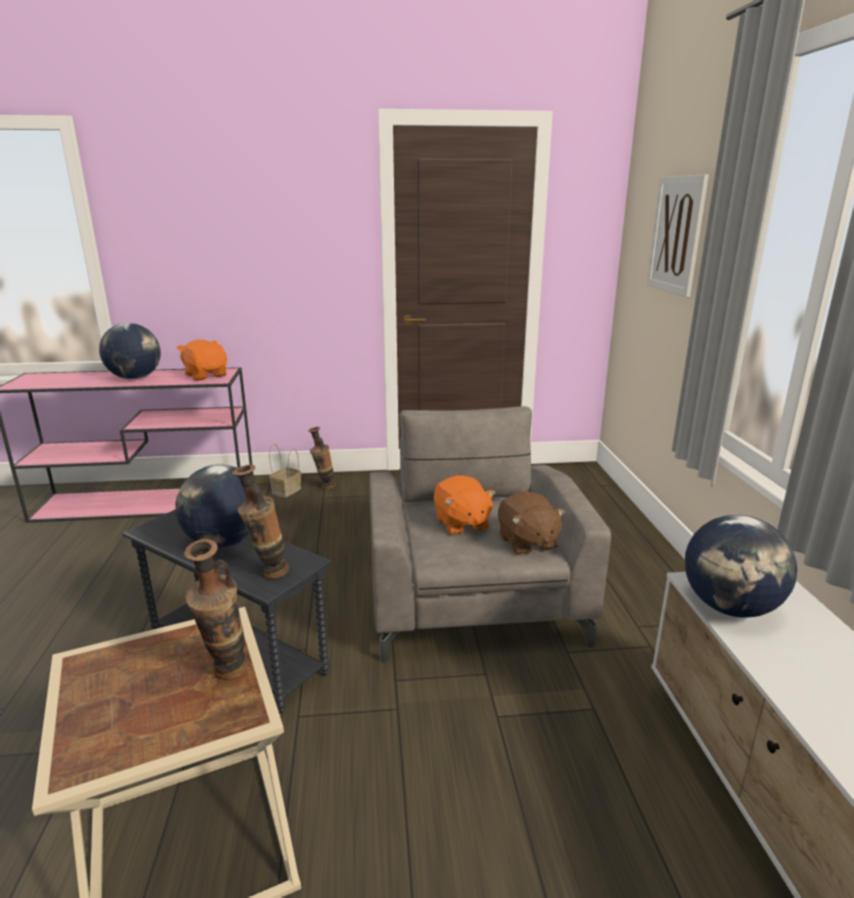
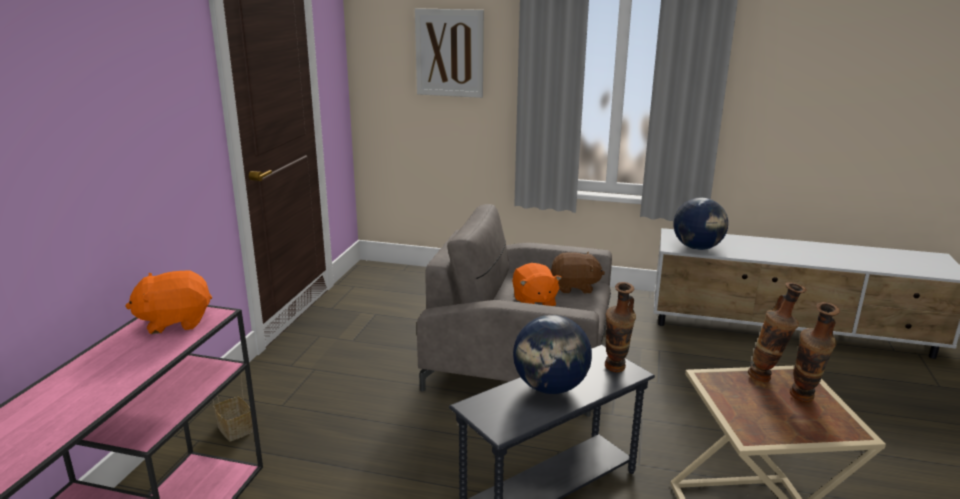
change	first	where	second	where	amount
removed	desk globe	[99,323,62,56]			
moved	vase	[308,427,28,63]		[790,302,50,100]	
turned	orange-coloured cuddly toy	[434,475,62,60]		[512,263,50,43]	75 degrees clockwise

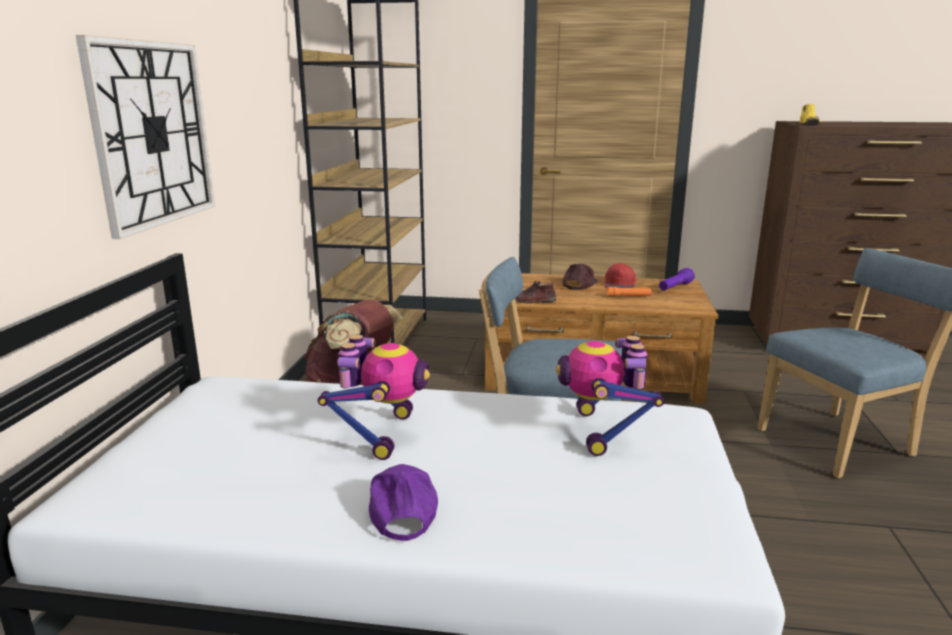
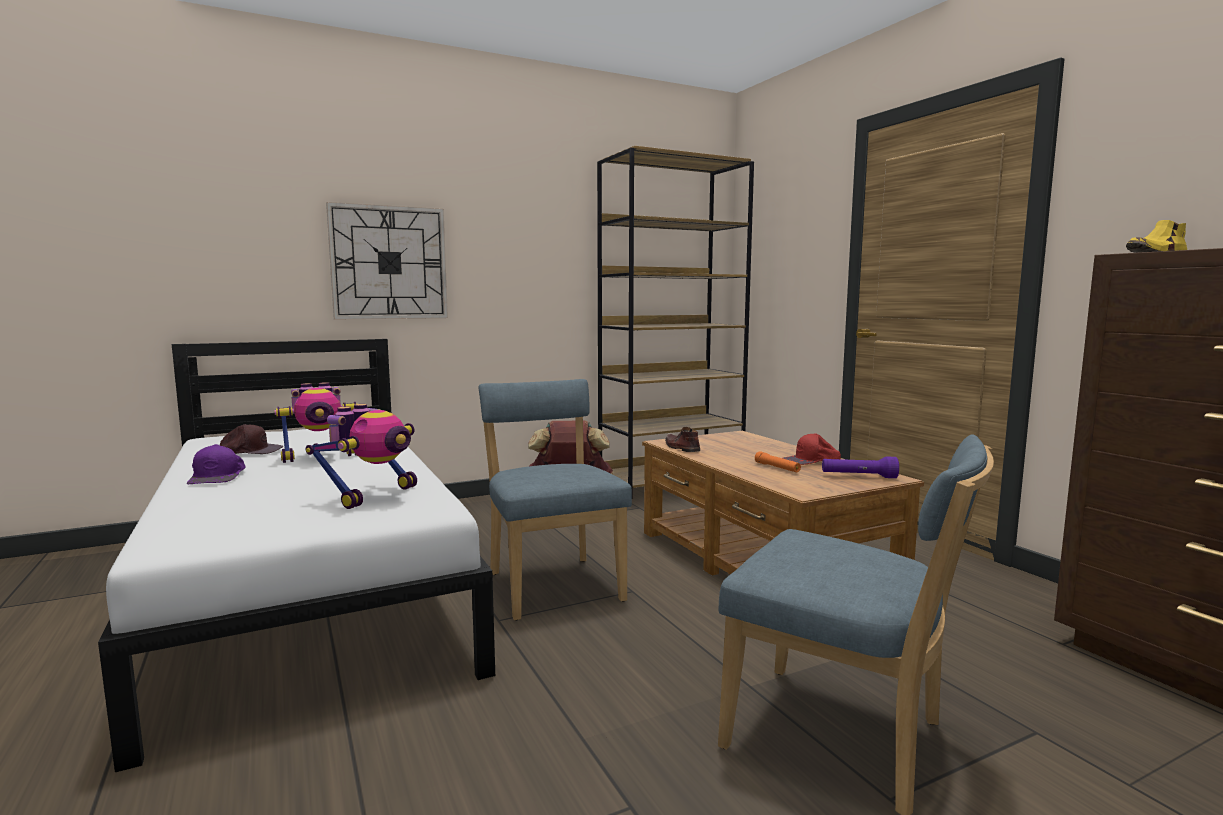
change	first	where	second	where	amount
turned	purple cap	[369,464,69,77]		[187,444,59,40]	120 degrees clockwise
turned	model robot	[556,336,108,120]		[306,404,111,105]	150 degrees clockwise
moved	brown-coloured cap	[562,264,36,26]		[220,424,63,30]	

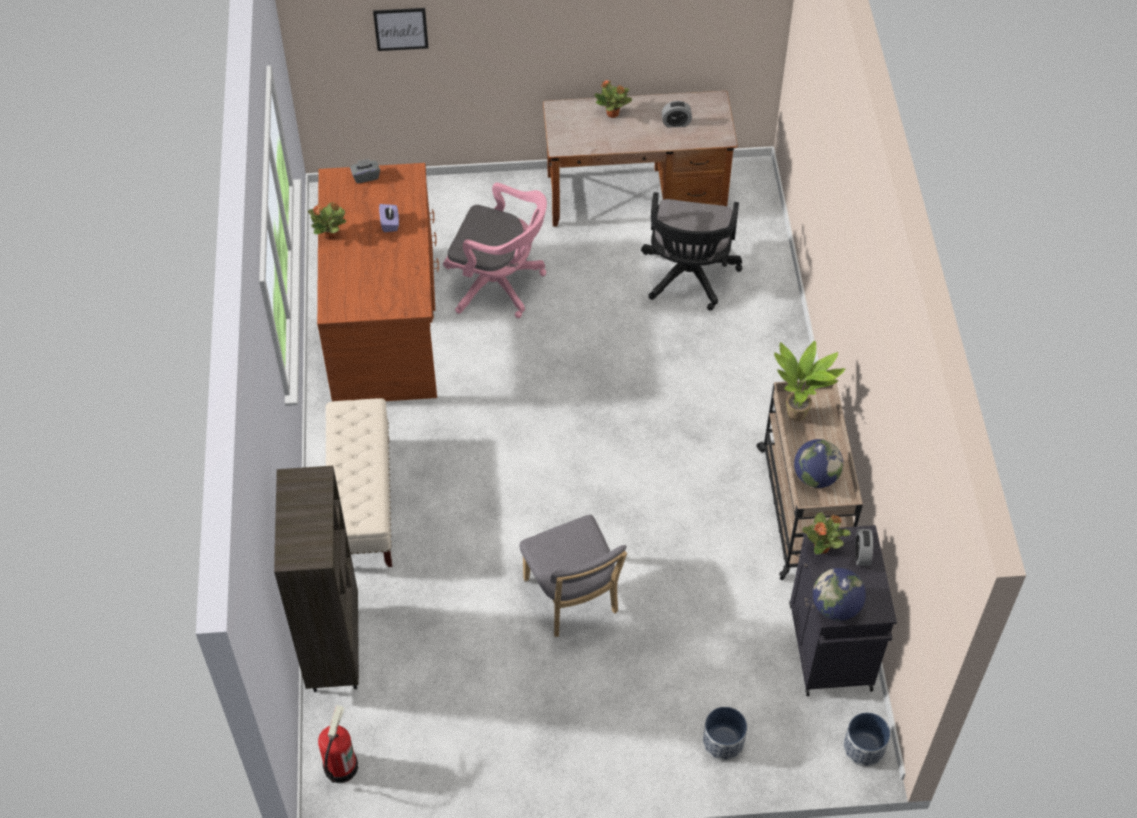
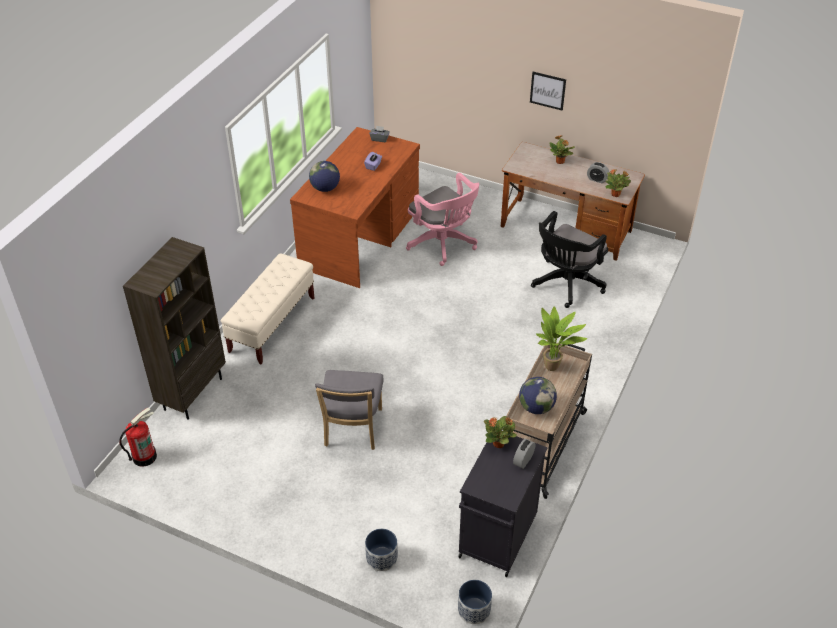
change	first	where	second	where	amount
moved	potted plant	[308,202,39,37]		[605,169,26,28]	
moved	wall picture	[373,8,55,43]		[530,72,36,38]	
moved	desk globe	[813,568,53,53]		[309,161,31,31]	

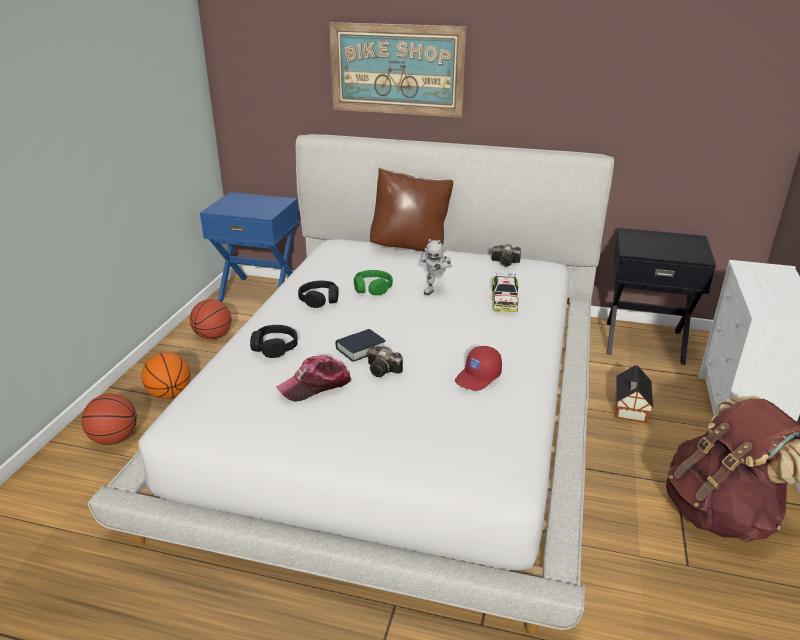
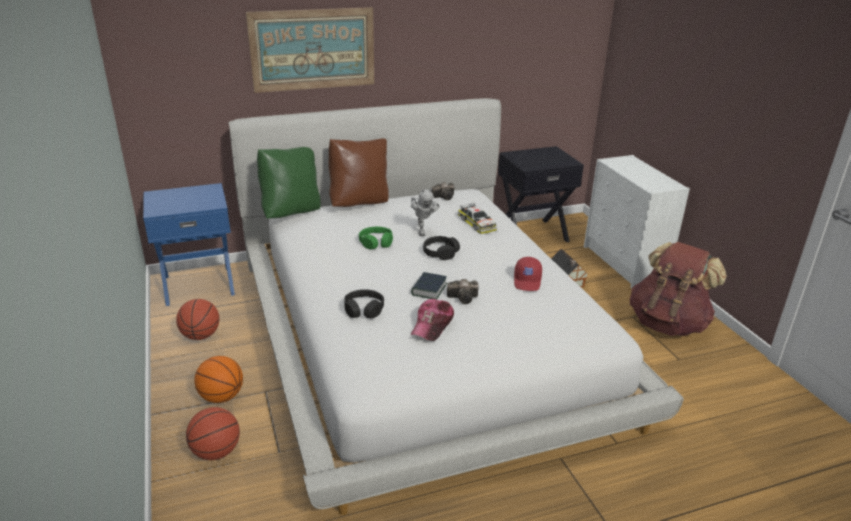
change	first	where	second	where	amount
moved	black-coloured headphones	[298,281,40,27]		[423,236,37,24]	
added			green pillow	[257,147,64,72]	

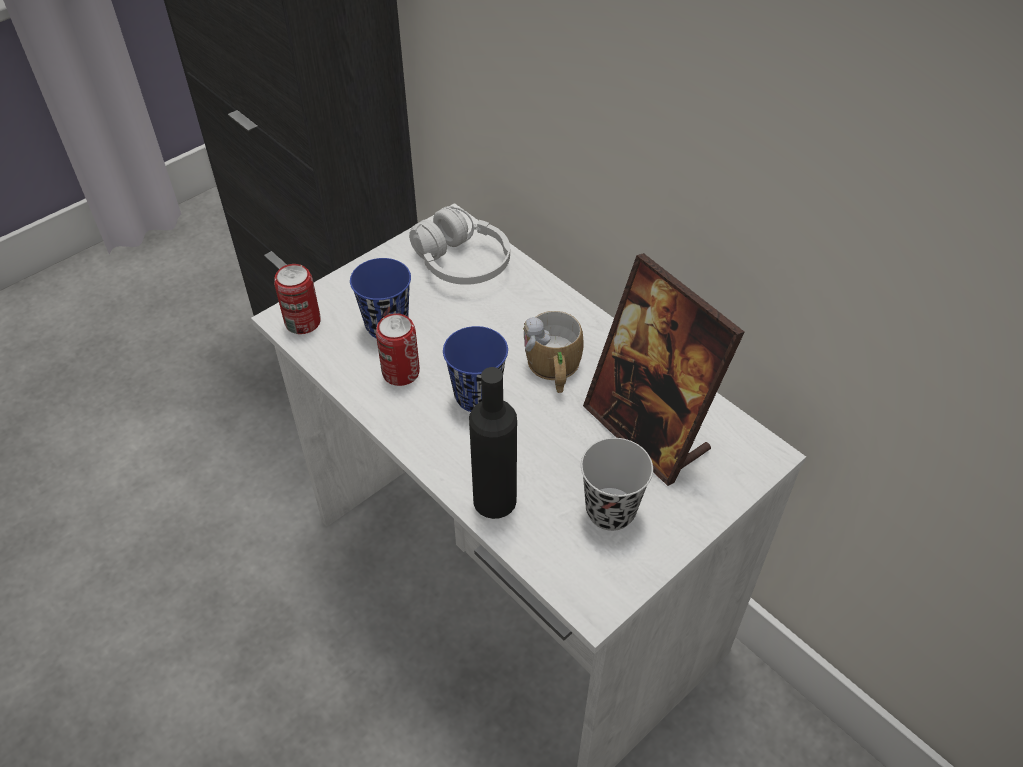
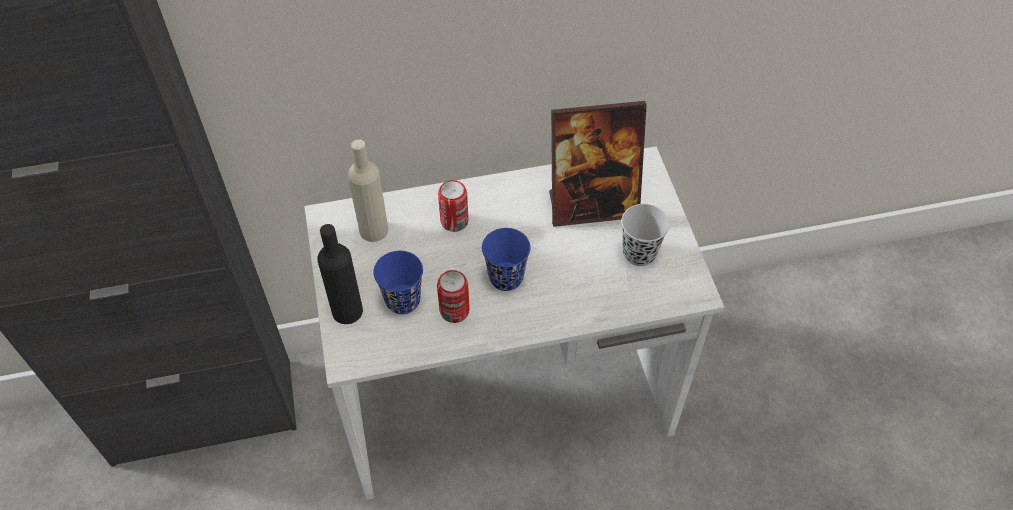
change	first	where	second	where	amount
moved	metal can	[274,264,46,70]		[438,180,30,52]	
replaced	whitish headphones	[409,206,101,79]	sand-coloured drink bottle	[348,139,40,103]	
moved	black-coloured drink bottle	[469,367,48,152]		[317,224,46,100]	
removed	tea mug	[523,311,60,82]			

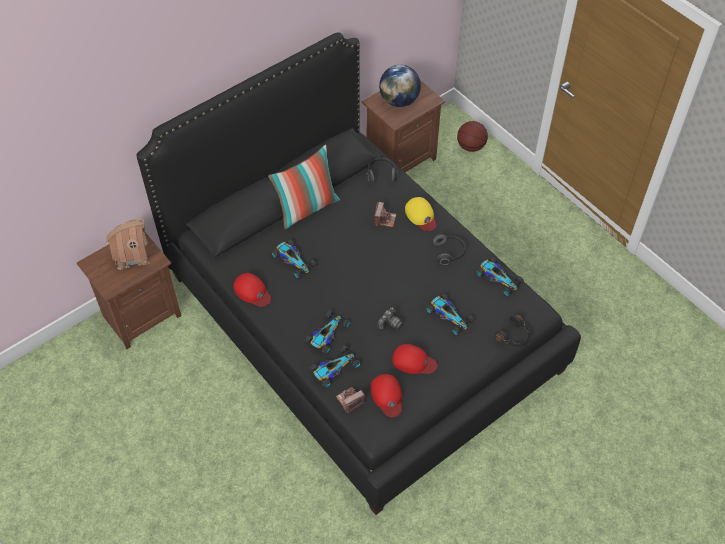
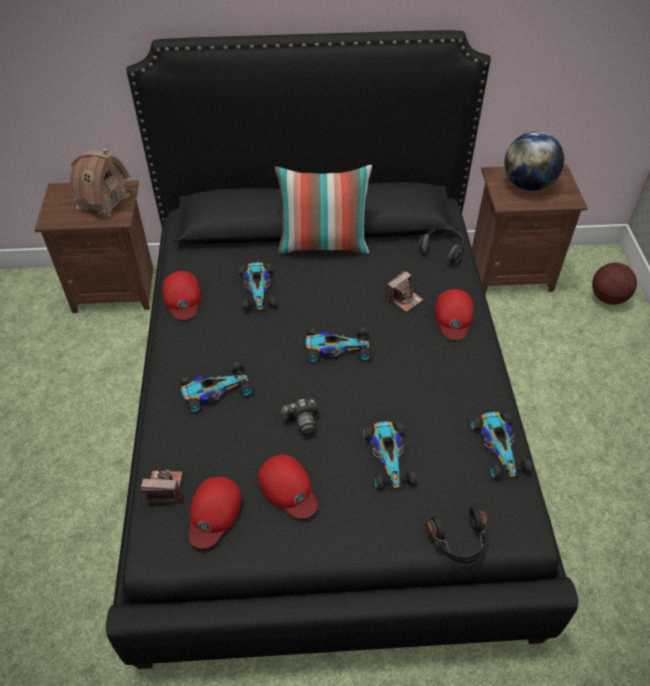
change	first	where	second	where	amount
moved	model car	[309,345,52,43]		[306,327,65,35]	
recoloured	yellowish cap	[405,197,32,34]	reddish cap	[435,289,38,51]	
removed	headphones	[433,234,32,31]			

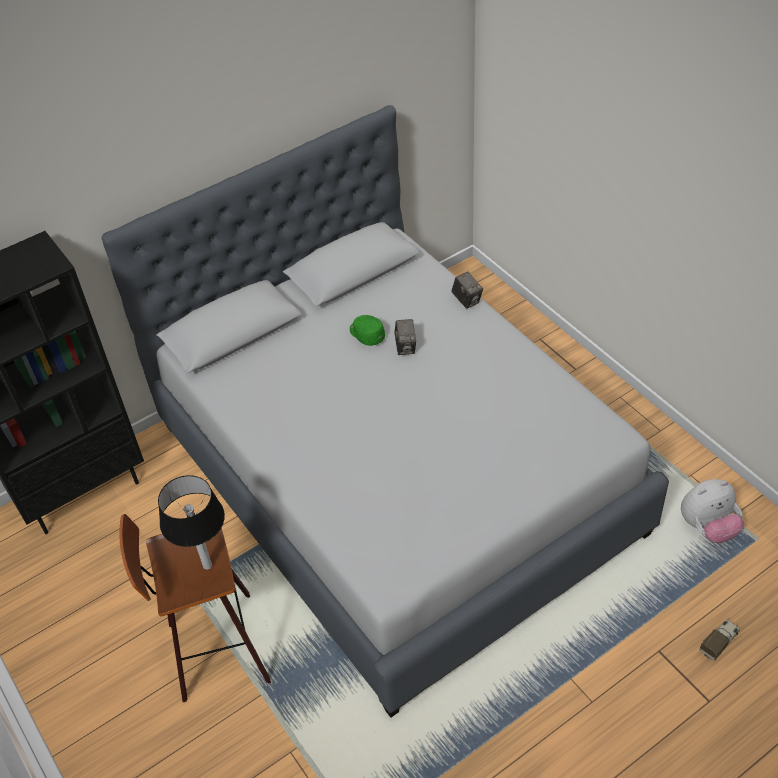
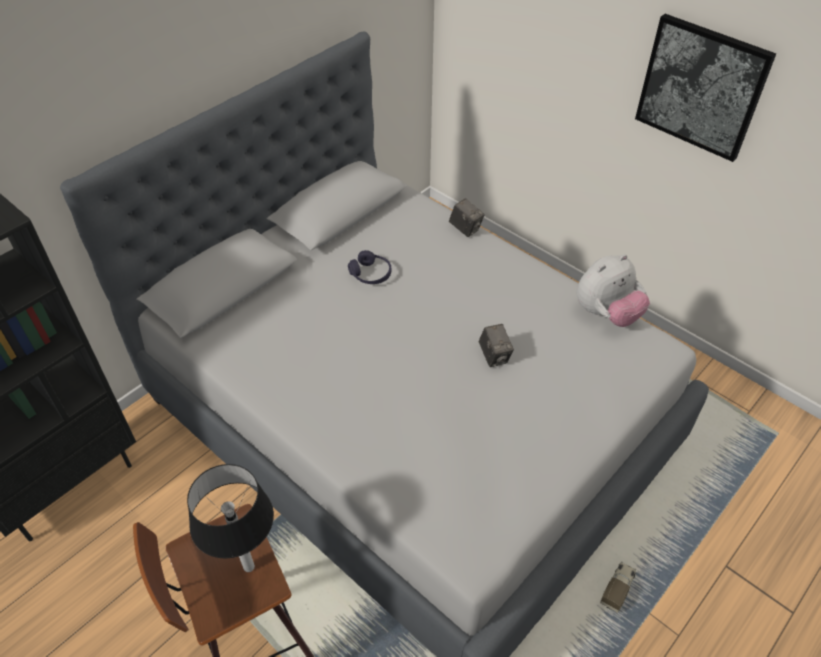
change	first	where	second	where	amount
replaced	green cap	[350,315,35,31]	purple headphones	[348,250,43,34]	
moved	still camera	[394,319,22,36]		[479,324,35,43]	
moved	cuddly toy	[681,479,63,64]		[576,254,74,73]	
moved	toy truck	[699,619,41,42]		[600,562,36,51]	
added			wall picture	[635,14,141,148]	

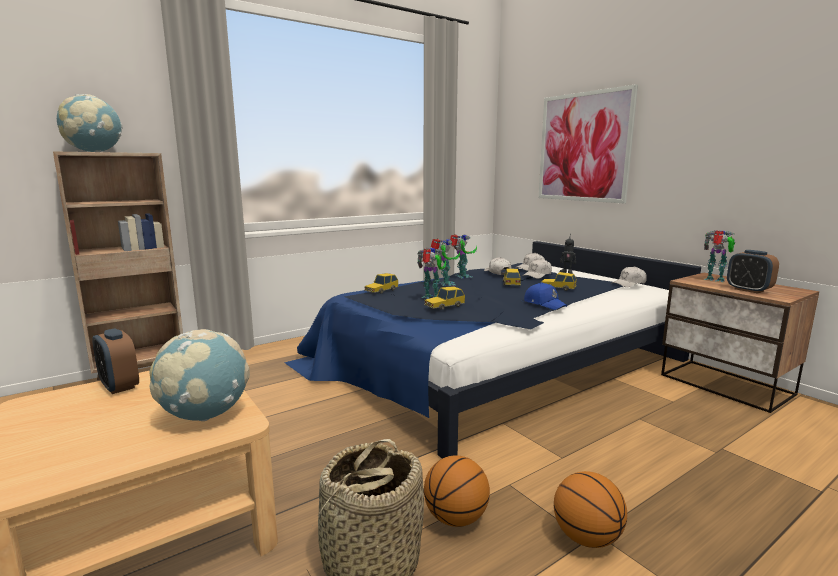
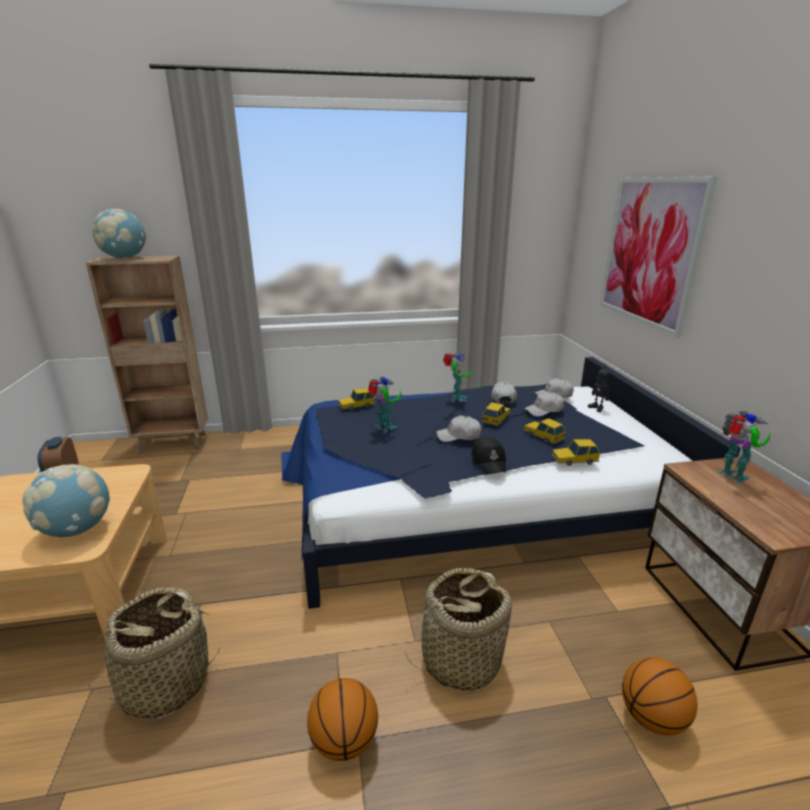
change	first	where	second	where	amount
moved	model car	[424,286,41,24]		[552,439,48,27]	
moved	ball for basketball	[424,455,66,72]		[622,658,76,77]	
removed	model robot	[431,238,29,48]			
recoloured	bluish cap	[524,282,43,28]	black-coloured cap	[471,437,35,37]	
moved	whitish cap	[612,266,35,21]		[436,416,45,26]	
removed	alarm clock	[727,250,52,43]			
added			storage basket	[405,568,107,123]	

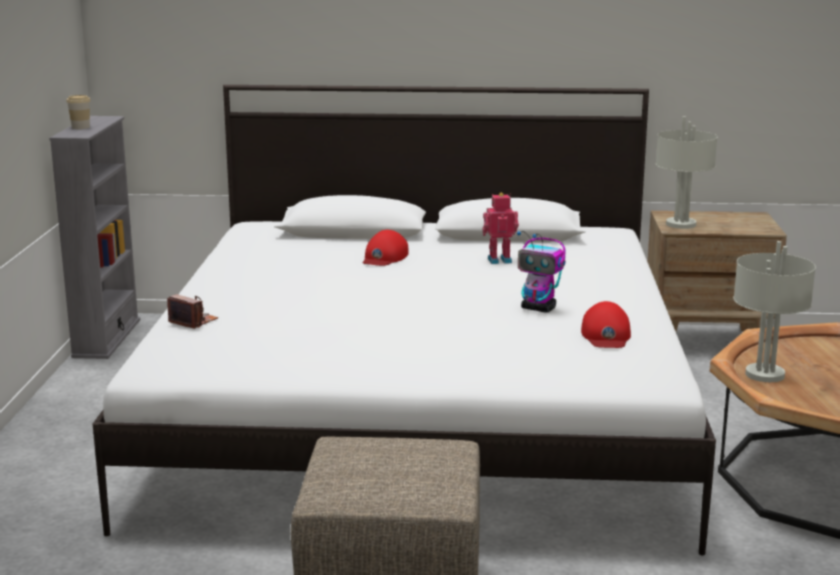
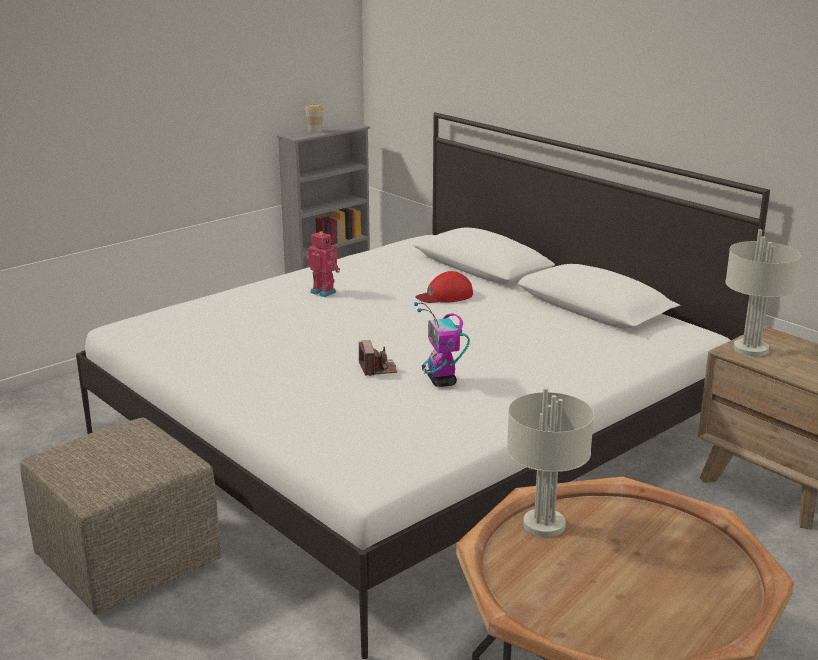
change	first	where	second	where	amount
moved	still camera	[167,294,51,35]		[359,340,38,36]	
moved	model robot	[483,193,36,71]		[307,231,33,66]	
removed	reddish cap	[581,301,50,47]			

